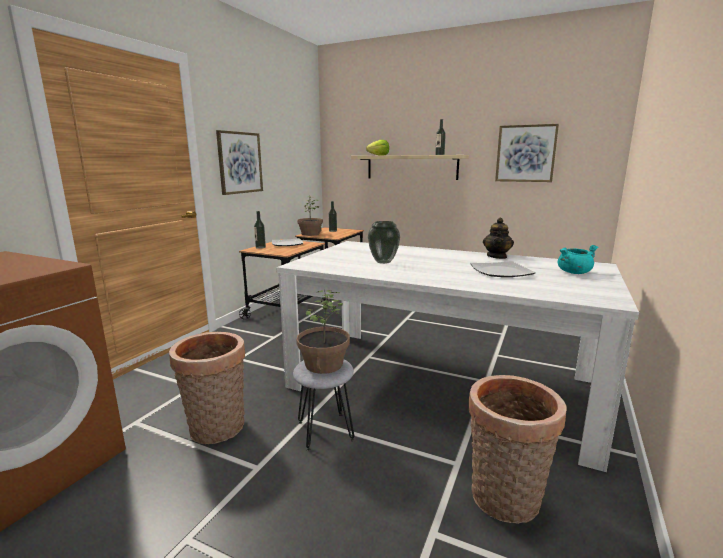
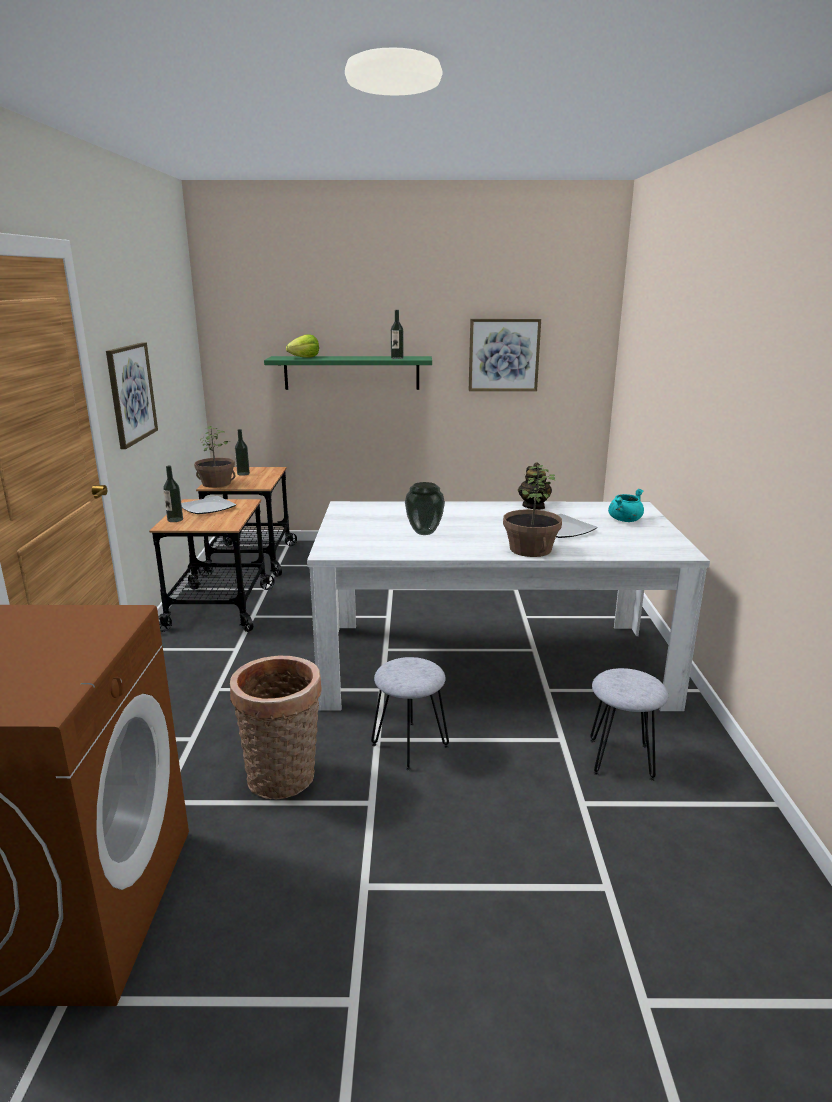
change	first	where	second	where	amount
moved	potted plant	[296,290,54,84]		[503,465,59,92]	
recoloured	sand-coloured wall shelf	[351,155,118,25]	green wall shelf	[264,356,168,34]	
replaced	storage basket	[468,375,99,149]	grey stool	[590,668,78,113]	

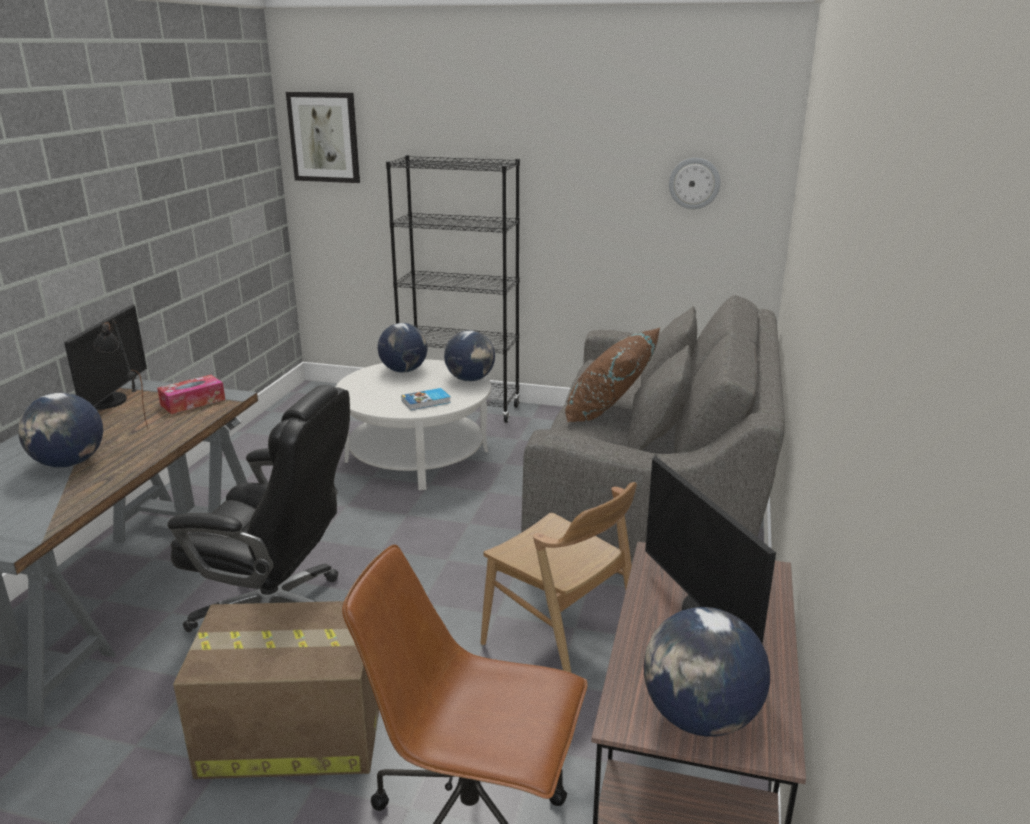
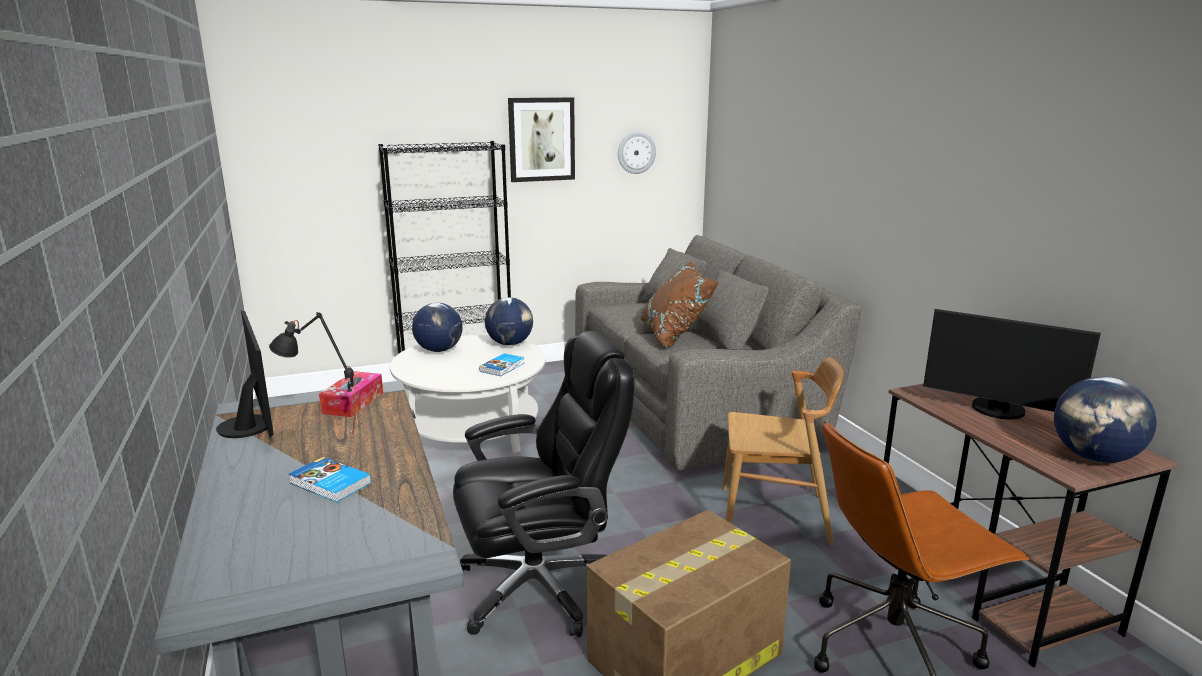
change	first	where	second	where	amount
replaced	desk globe	[18,393,85,75]	book	[289,457,82,46]	
moved	wall picture	[286,92,74,91]		[508,97,67,85]	

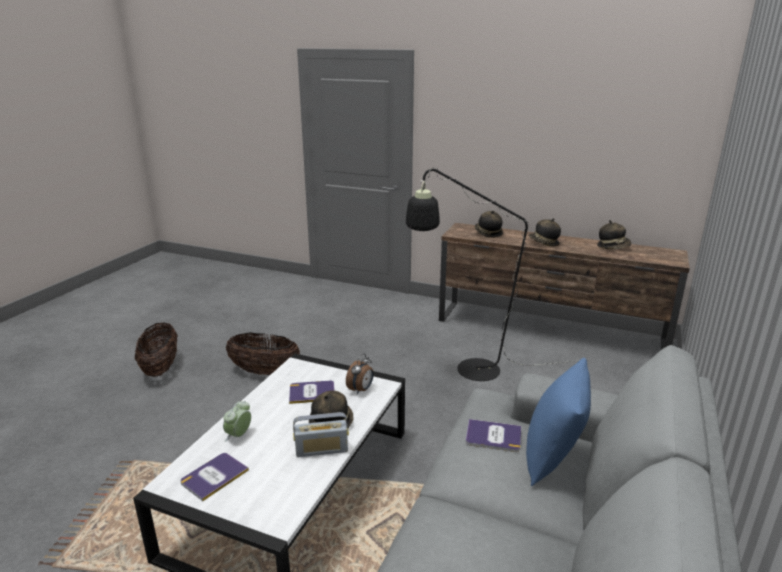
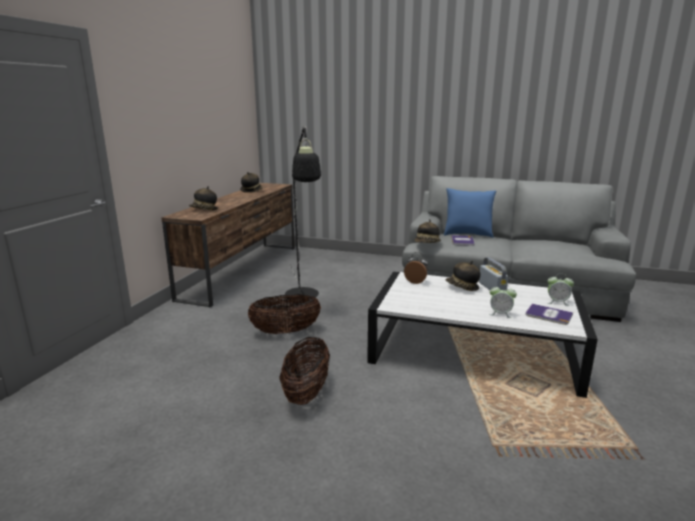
change	first	where	second	where	amount
moved	storage basket	[135,323,42,54]		[248,294,73,40]	
removed	book	[289,381,46,23]			
moved	clothing hat	[529,218,32,28]		[414,219,27,24]	
added			alarm clock	[547,274,27,32]	

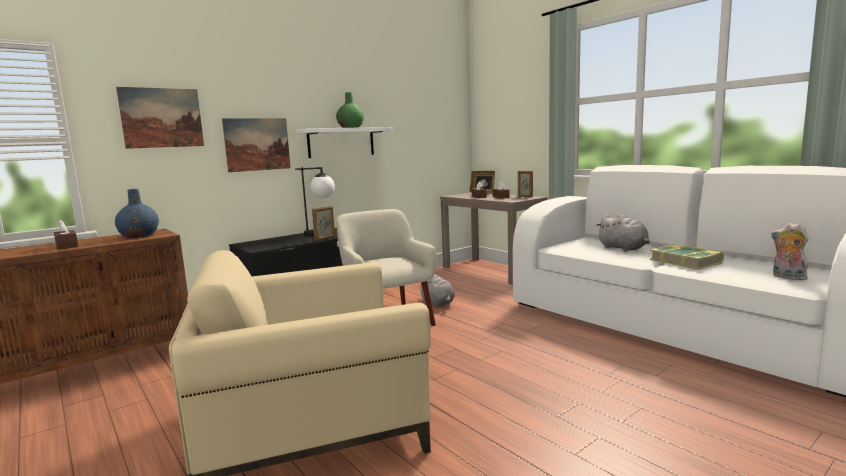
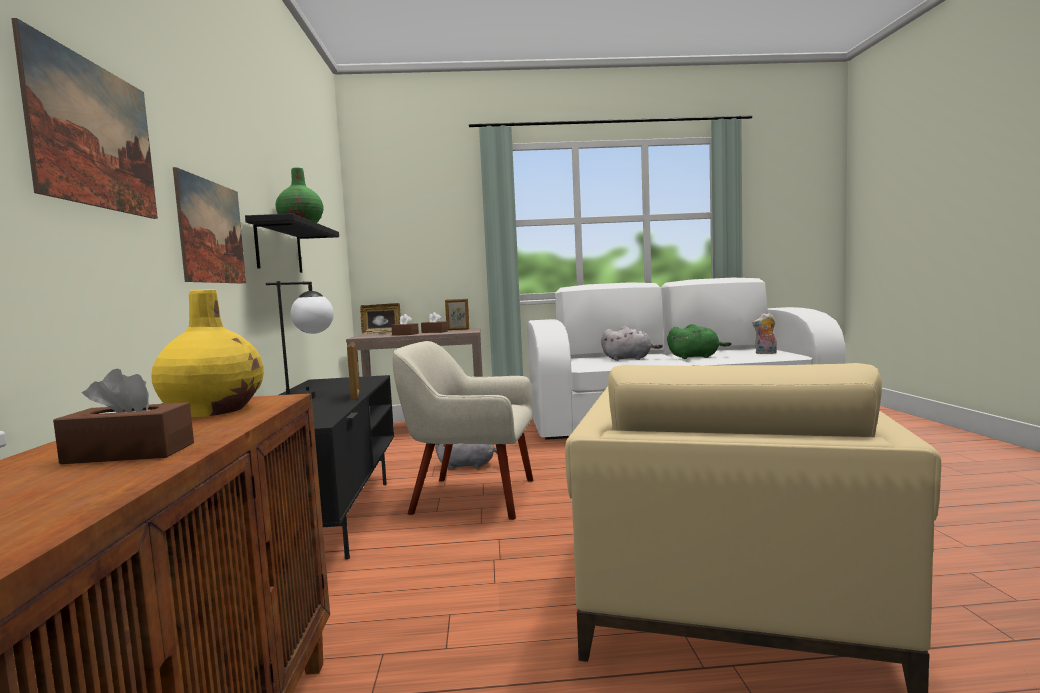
change	first	where	second	where	amount
recoloured	bluish vase	[115,189,44,49]	yellowish vase	[151,289,113,128]	
recoloured	whitish wall shelf	[296,127,97,31]	black-coloured wall shelf	[245,213,94,60]	
replaced	book	[650,244,74,26]	green cuddly toy	[667,324,64,35]	

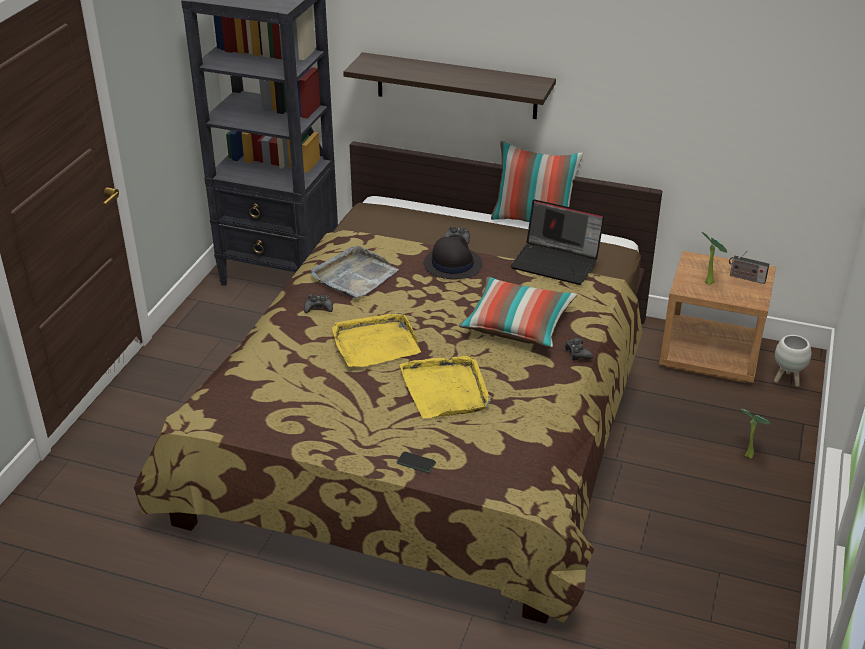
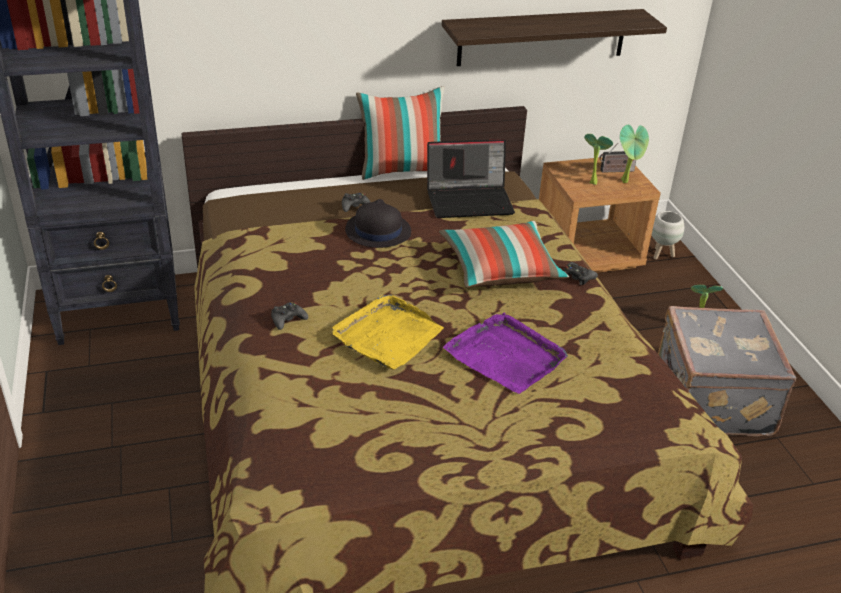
change	first	where	second	where	amount
removed	grey serving tray	[311,246,88,53]			
moved	wall shelf	[343,52,213,67]		[442,9,225,57]	
removed	telephone	[397,452,39,21]			
recoloured	yellowish serving tray	[400,356,91,62]	purple serving tray	[443,312,125,82]	
added			potted plant	[620,125,29,58]	
added			grey suitcase	[658,306,138,130]	

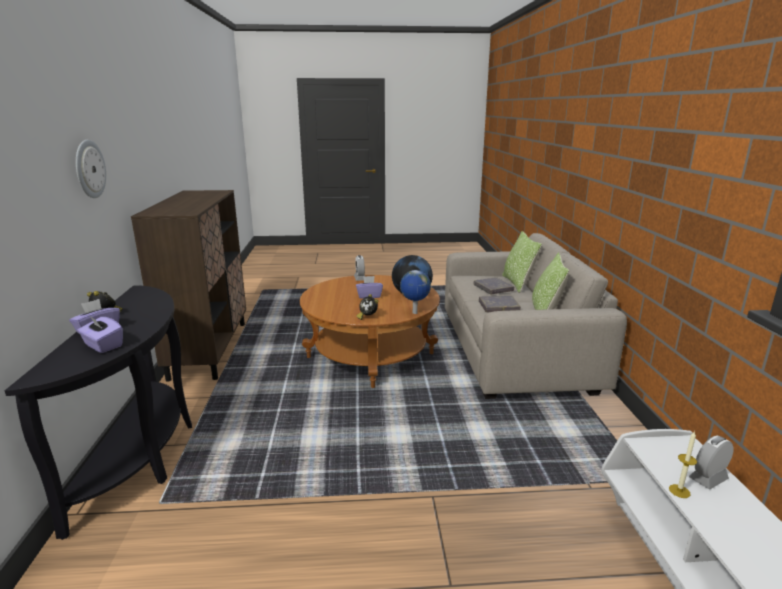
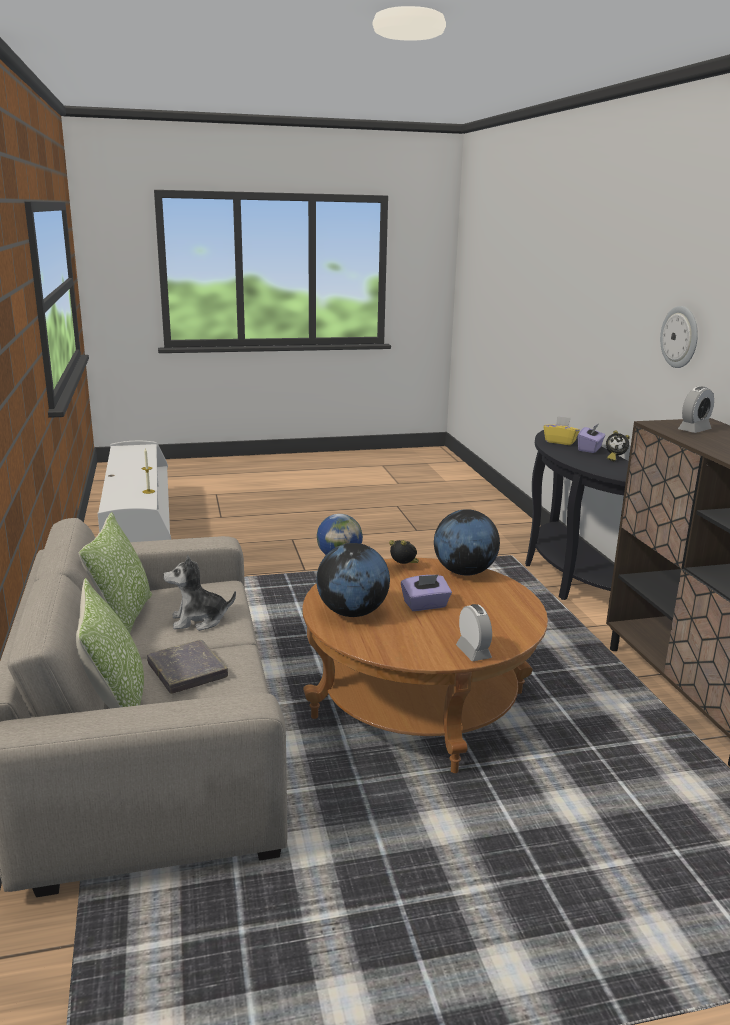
change	first	where	second	where	amount
recoloured	purple tissue box	[78,316,45,37]	yellowish tissue box	[544,416,36,29]	
replaced	grey book	[479,296,42,16]	cuddly toy	[163,555,73,76]	
moved	alarm clock	[689,436,45,53]		[678,387,36,46]	
added			desk globe	[434,509,66,66]	

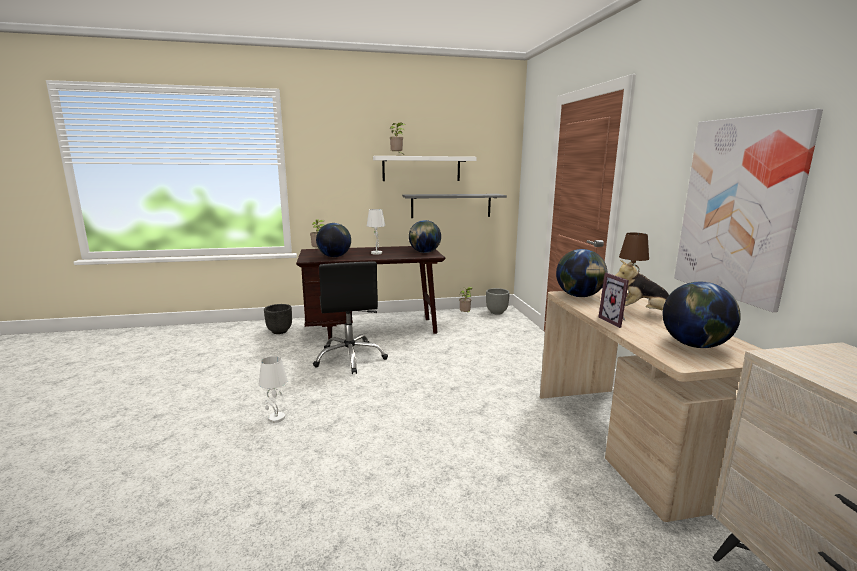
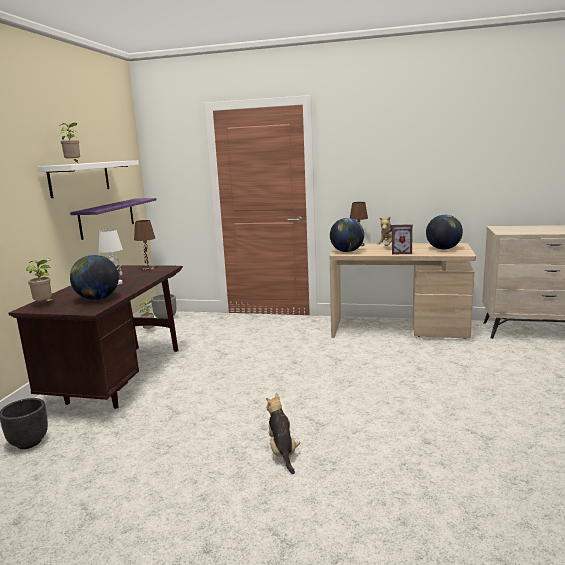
change	first	where	second	where	amount
replaced	whitish lamp for a table	[259,356,29,67]	cuddly toy	[266,393,34,81]	
removed	black-coloured desk chair	[313,262,75,112]			
recoloured	grey wall shelf	[402,194,105,24]	purple wall shelf	[70,198,87,42]	
replaced	desk globe	[409,220,32,33]	brown-coloured lamp for a table	[134,220,21,51]	
removed	wall picture	[674,109,149,203]			

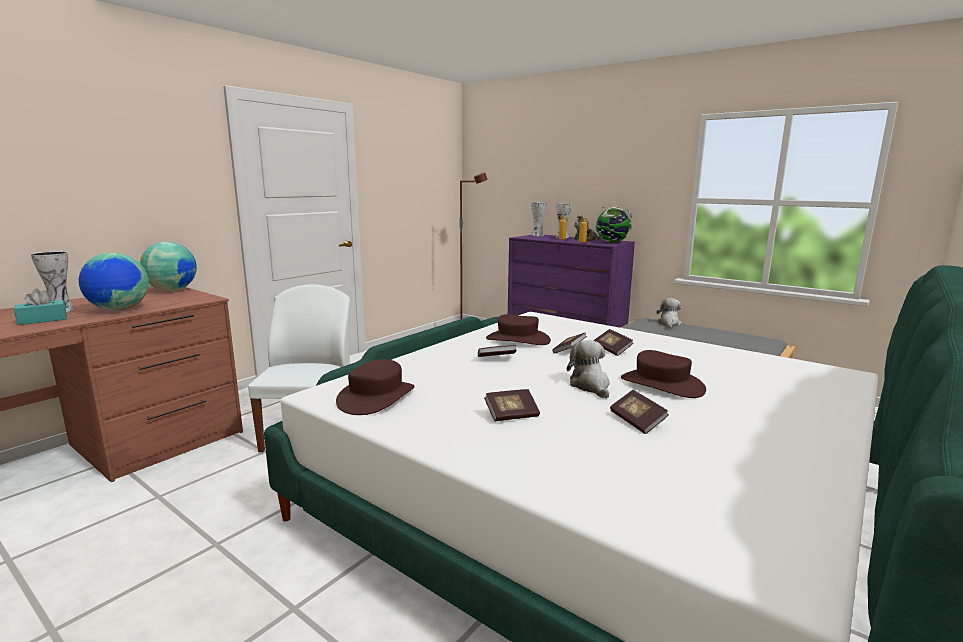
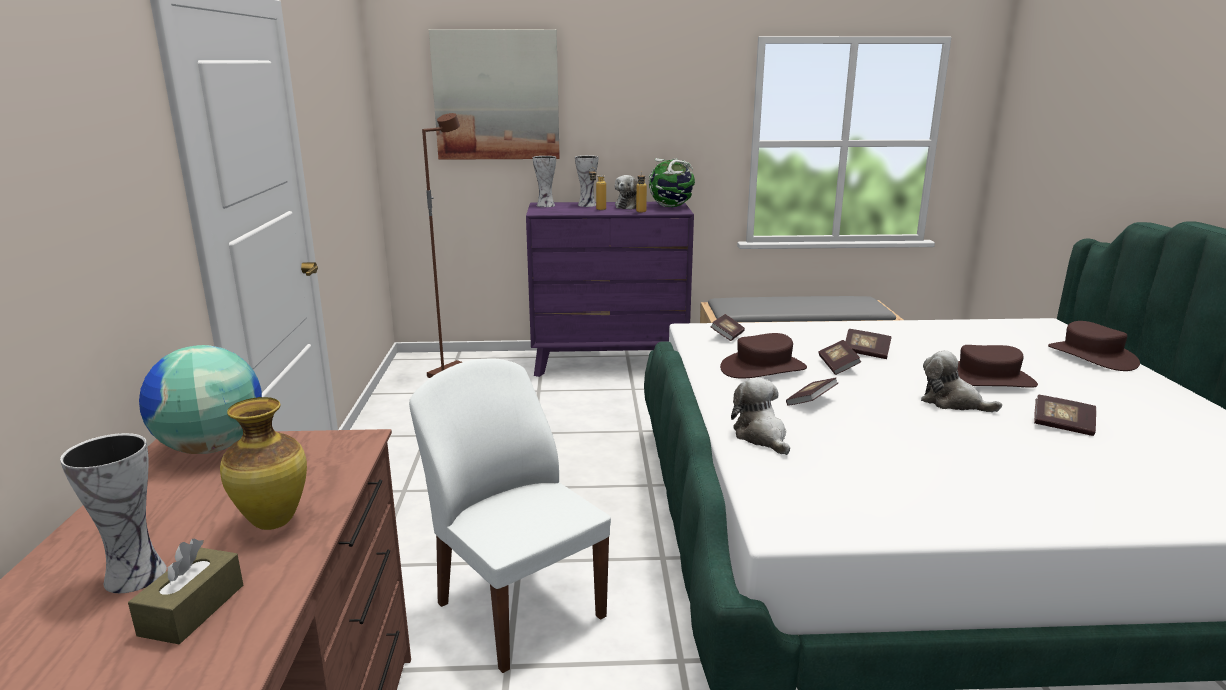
change	first	where	second	where	amount
recoloured	turquoise tissue box	[14,289,53,36]	brown-coloured tissue box	[128,539,115,106]	
replaced	desk globe	[79,253,70,58]	vase	[220,397,87,133]	
moved	brown-coloured clothing hat	[336,359,78,56]		[1048,321,92,50]	
moved	book	[484,389,56,32]		[710,314,35,27]	
moved	cuddly toy	[657,298,25,30]		[731,378,59,77]	
added			wall picture	[429,29,131,131]	

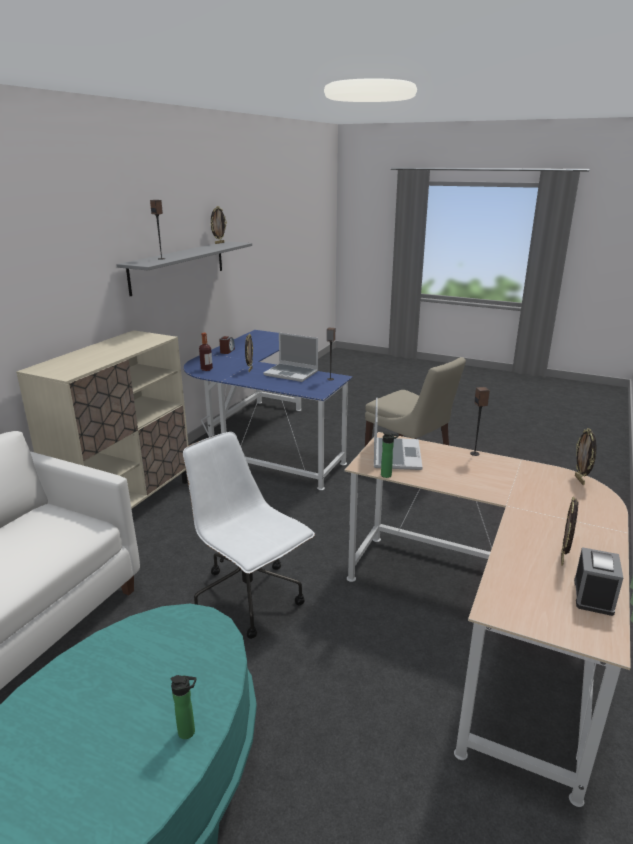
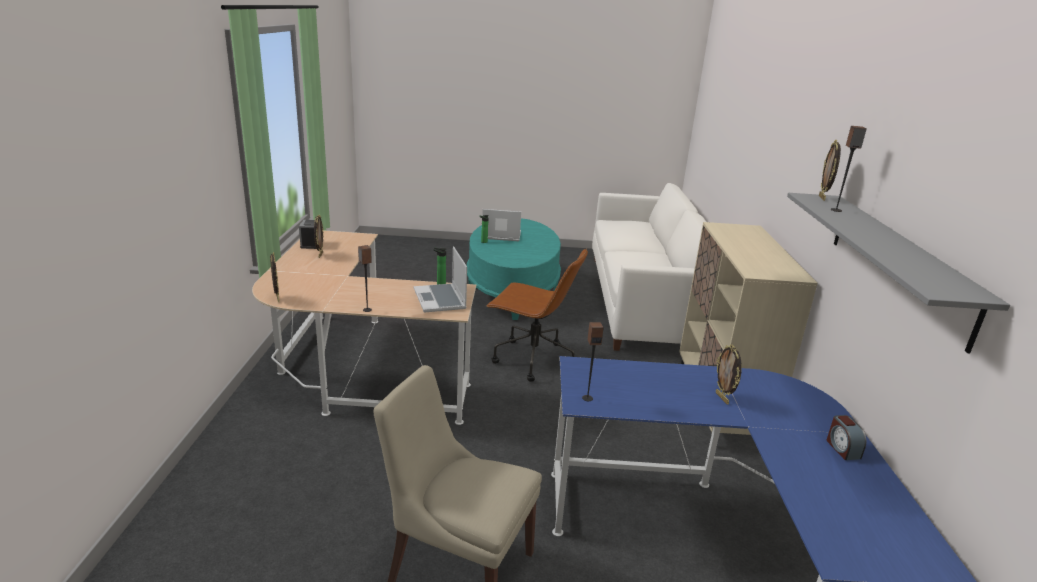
change	first	where	second	where	amount
recoloured	whitish desk chair	[183,432,132,207]	brown-coloured desk chair	[487,249,101,133]	
removed	drink bottle	[199,333,14,38]			
moved	picture frame	[210,206,17,38]		[819,140,22,61]	
moved	notebook computer	[263,333,55,49]		[482,209,39,32]	

